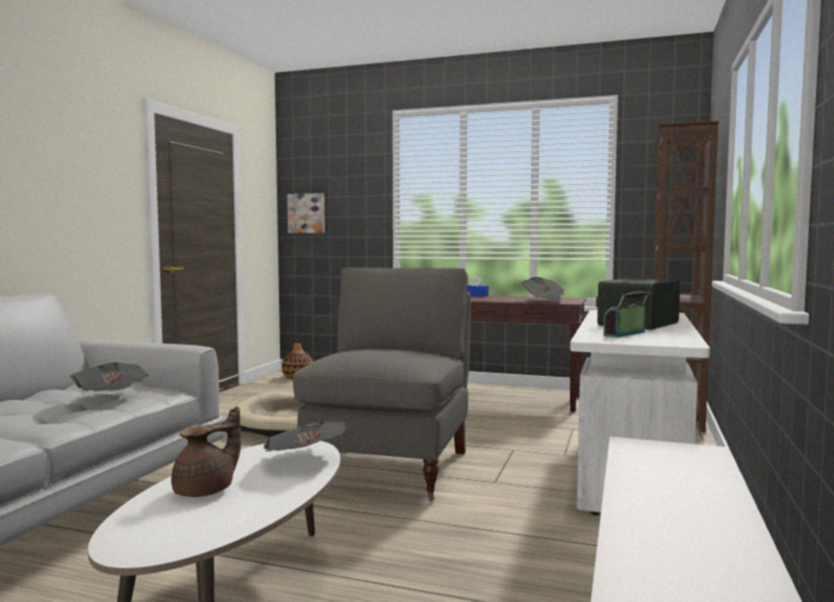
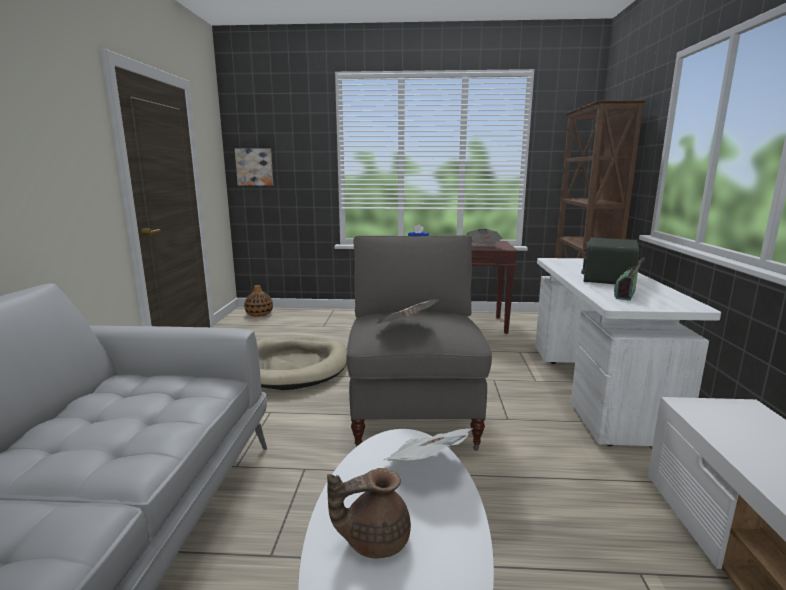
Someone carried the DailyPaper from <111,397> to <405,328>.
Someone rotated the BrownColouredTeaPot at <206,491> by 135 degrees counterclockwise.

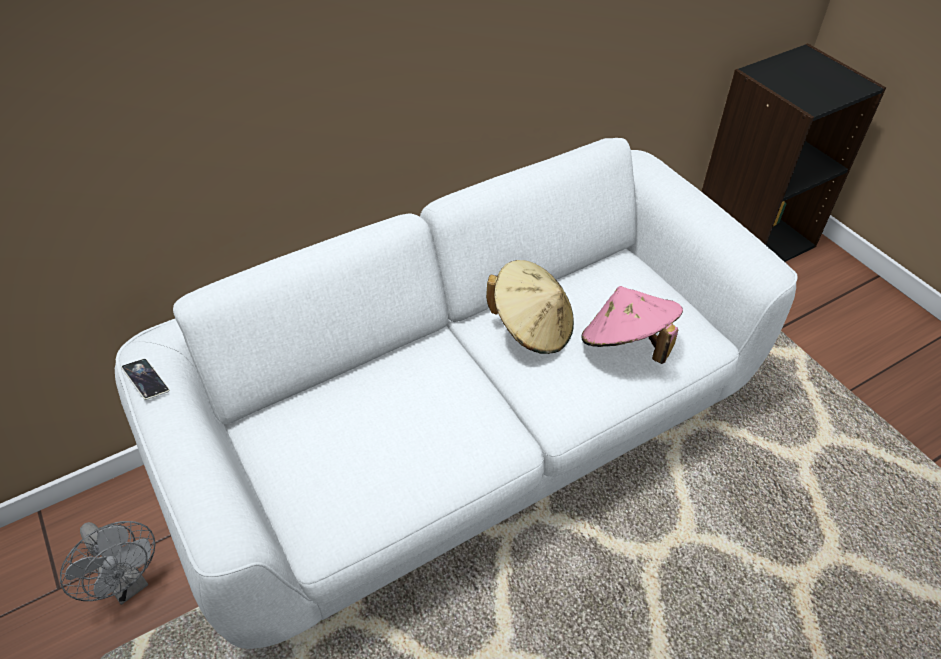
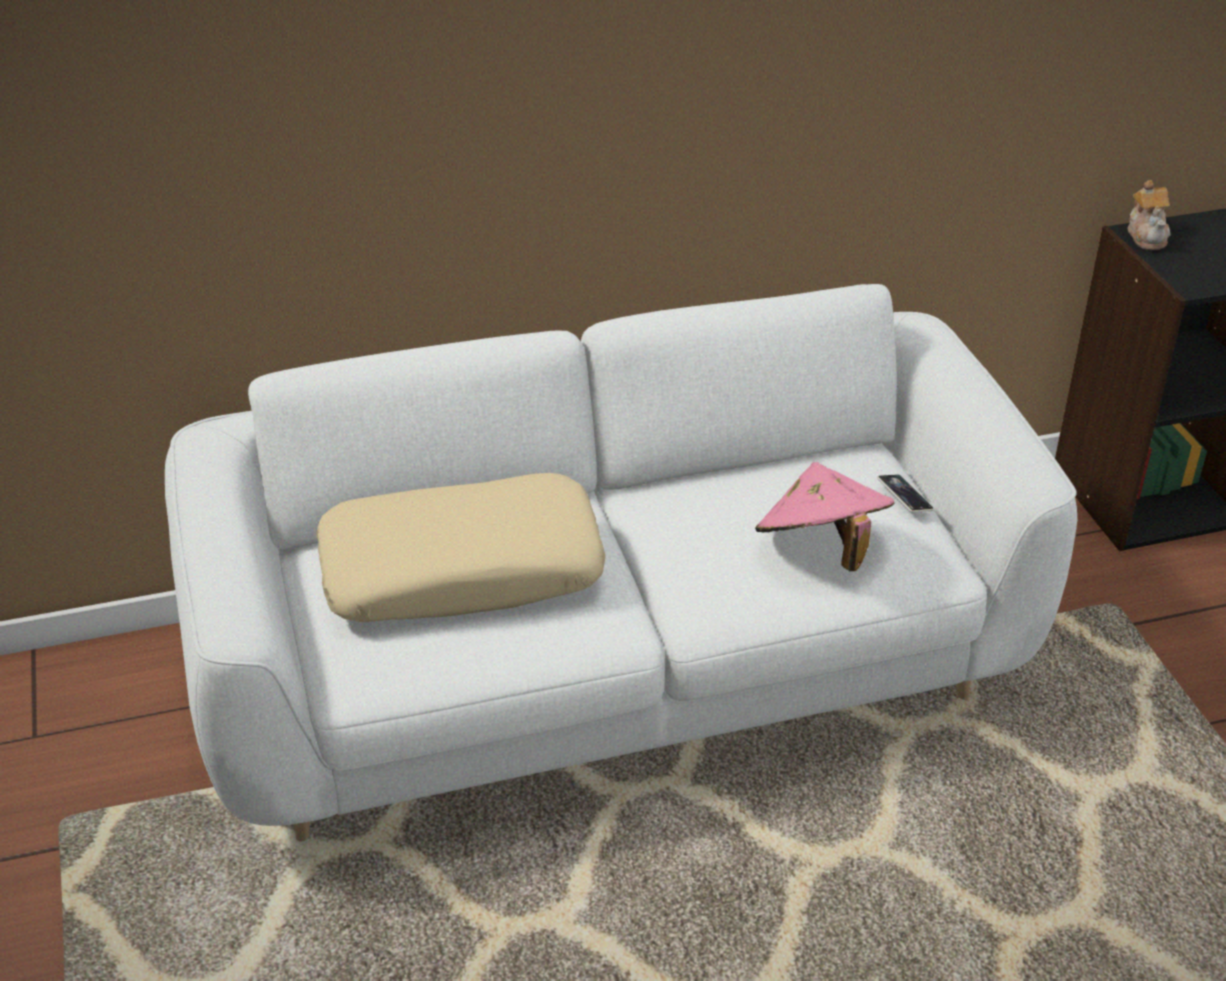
Someone took away the GreyishElectricFan at <128,583>.
Someone took away the BeigeColouredClothingHat at <532,327>.
Someone put down the BeigeColouredCushion at <462,570>.
Someone put down the TeaPot at <1147,236>.
Someone carried the Phone from <146,381> to <904,497>.

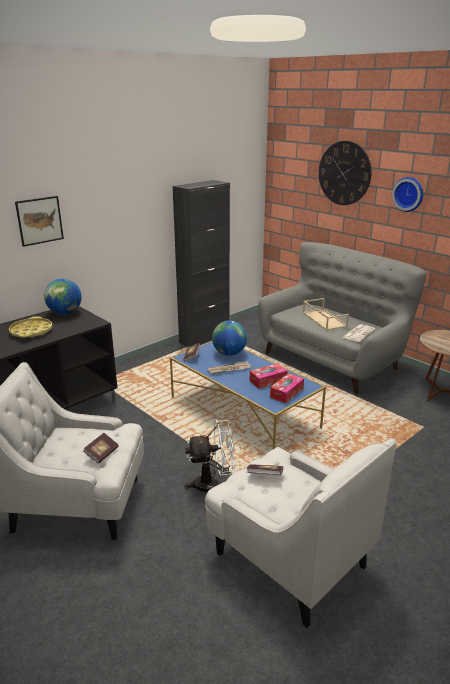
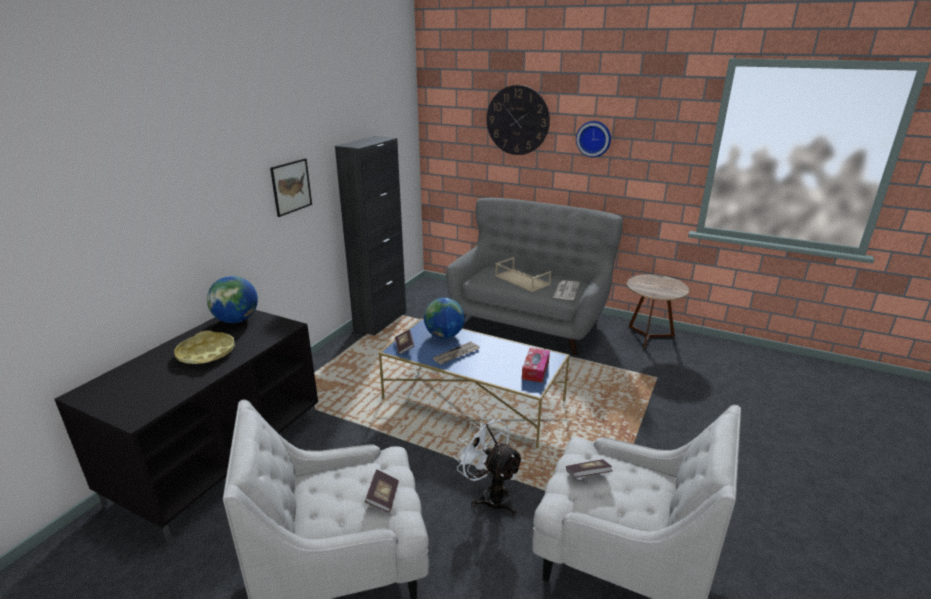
Someone took away the BoxOfTissues at <268,380>.
Someone carried the WallPicture from <39,220> to <291,187>.
Someone rotated the WhiteElectricFan at <213,484> by 105 degrees counterclockwise.

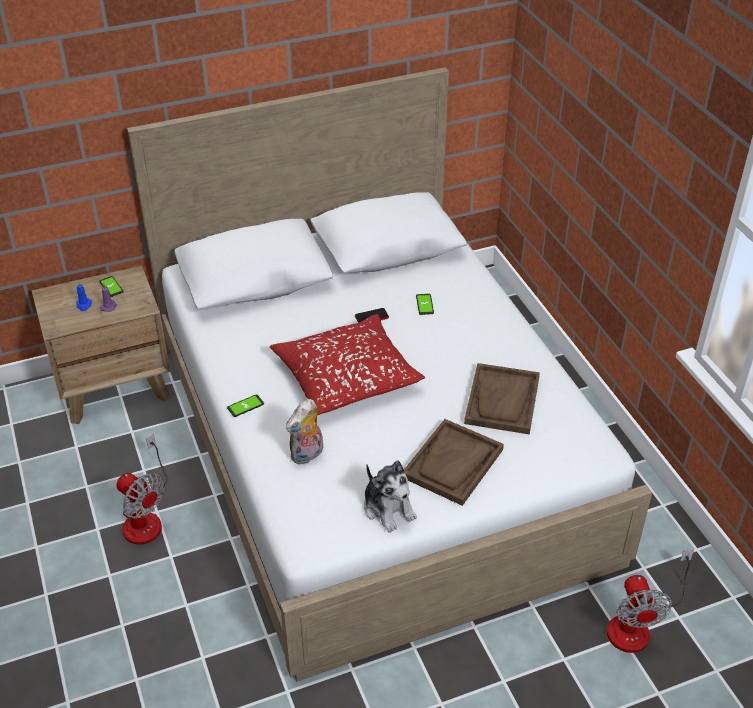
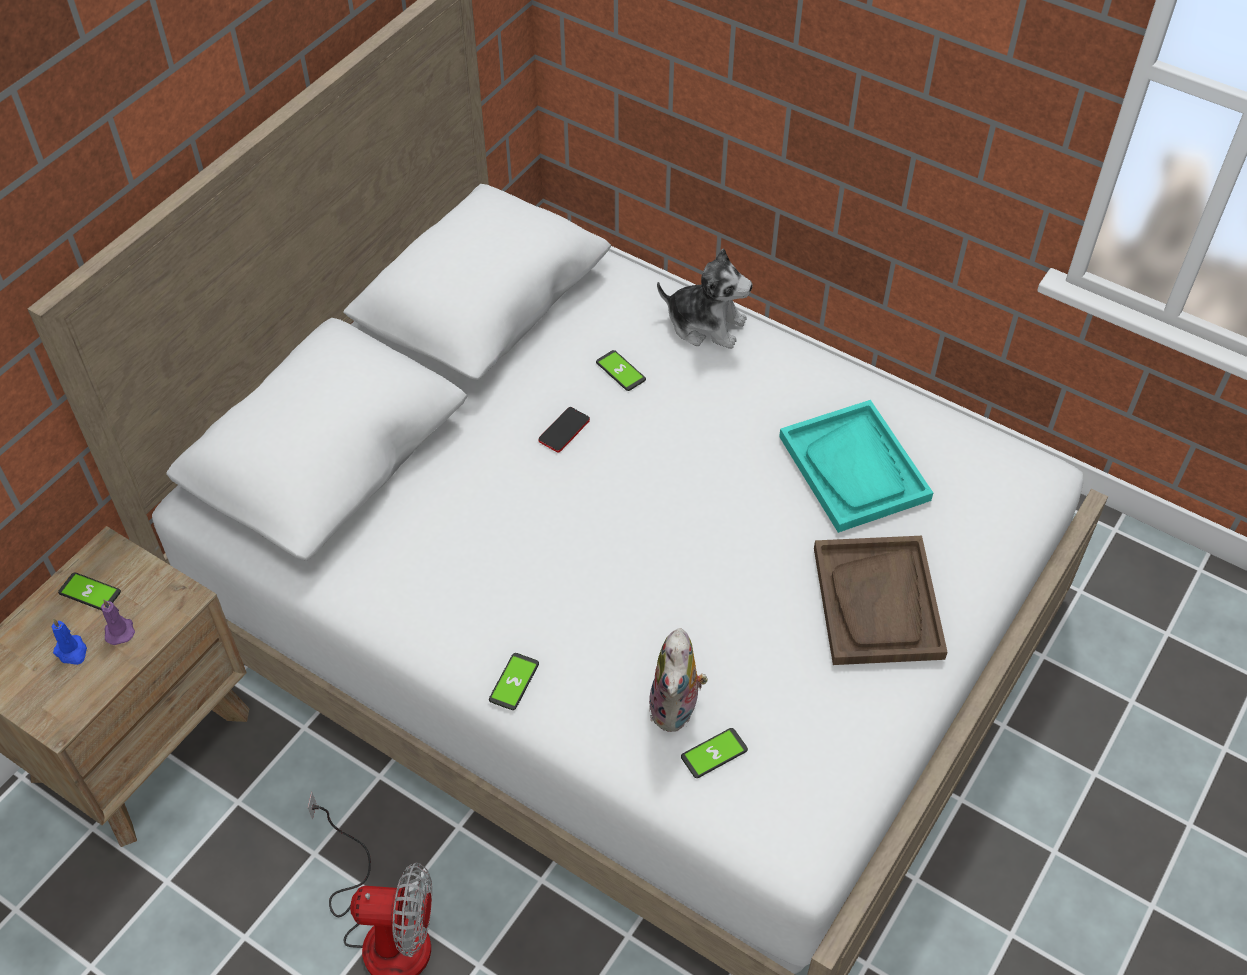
Someone took away the RedCushion at <346,377>.
Someone took away the ElectricFan at <638,624>.
Someone put down the Phone at <714,753>.
Someone carried the CuddlyToy from <388,508> to <706,324>.
Someone repainted the BrownColouredServingTray at <502,400>, which became the TurquoiseServingTray at <854,468>.

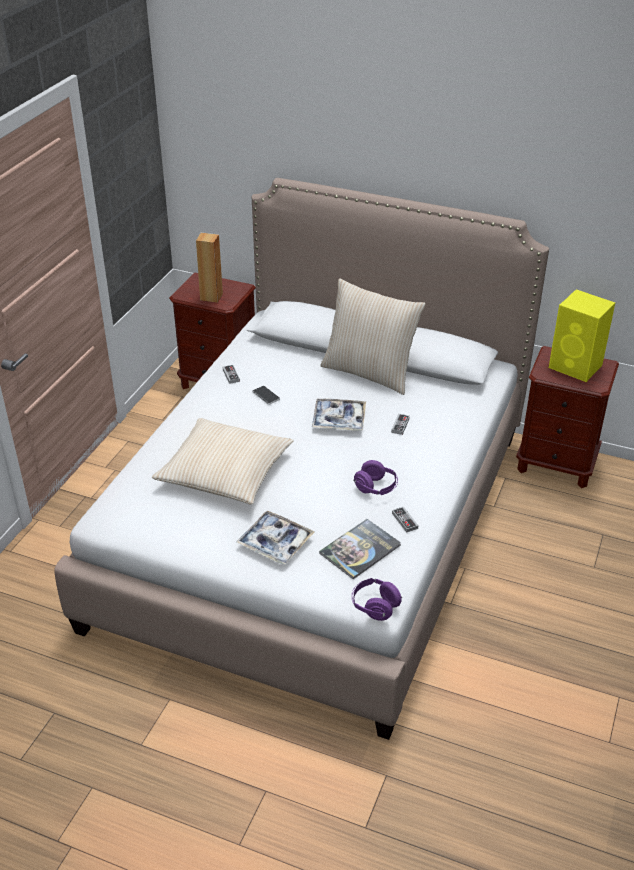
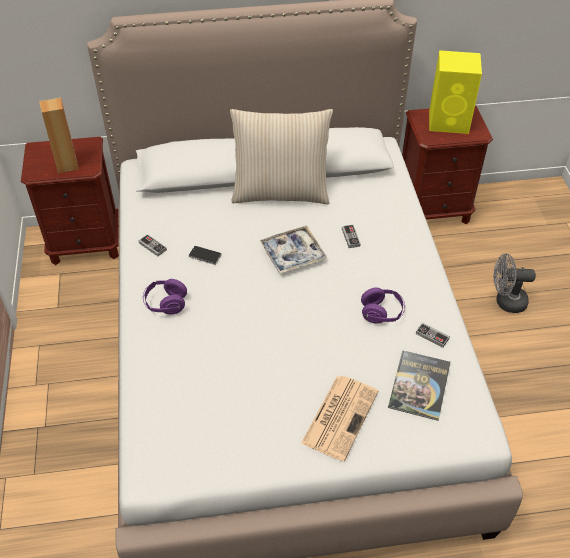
Someone took away the BeigeColouredCushion at <225,472>.
Someone put down the GreyishElectricFan at <505,301>.
Someone carried the PurplishPairOfHeadphones from <375,606> to <166,304>.
Someone swapped the ServingTray at <275,543> for the DailyPaper at <340,416>.

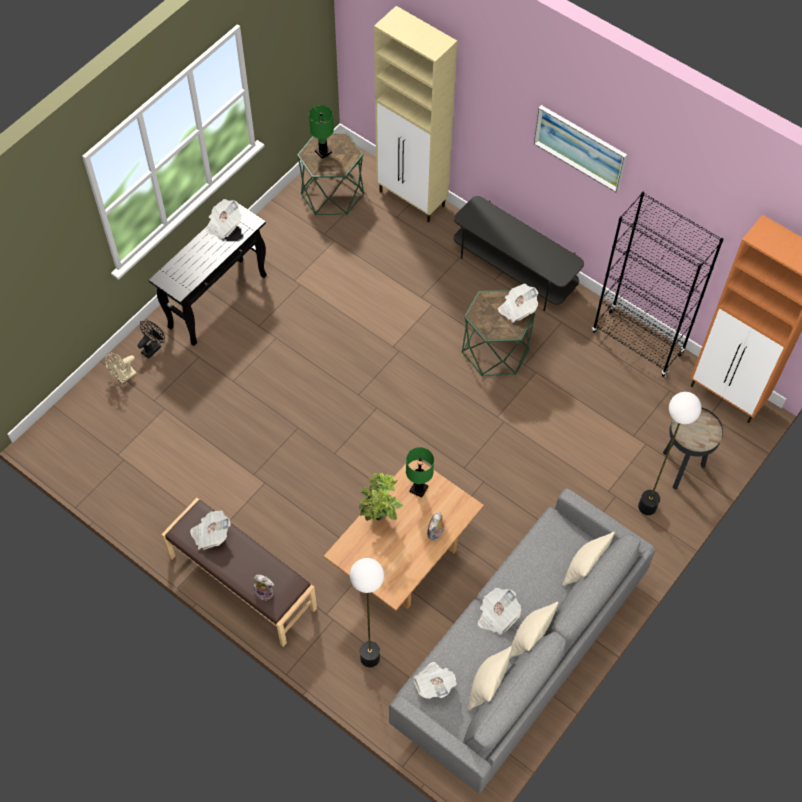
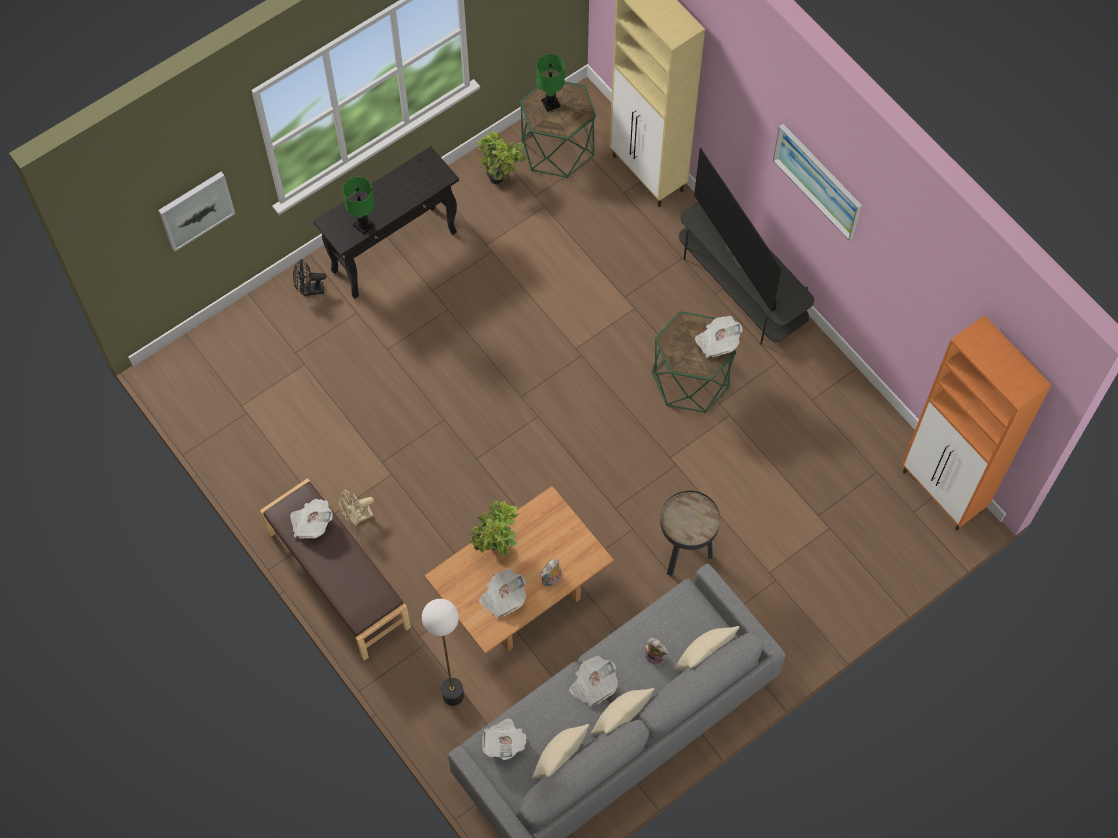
Someone took away the BlackBookcase at <637,343>.
Someone took away the StandingLamp at <647,507>.
Someone put up the WallPicture at <196,210>.
Someone put down the PottedPlant at <501,178>.
Someone put down the TvSet at <740,253>.
Someone carried the BeigeColouredElectricFan from <123,377> to <357,517>.
Someone carried the DailyPaper from <223,225> to <502,598>.
Someone carried the CuddlyToy from <265,592> to <655,655>.
Someone carried the GreenishTabletopLamp from <419,489> to <364,225>.
Someone carried the BlackEndTable from <681,468> to <685,554>.
Someone rotated the BlackElectricFan at <153,347> by 150 degrees counterclockwise.

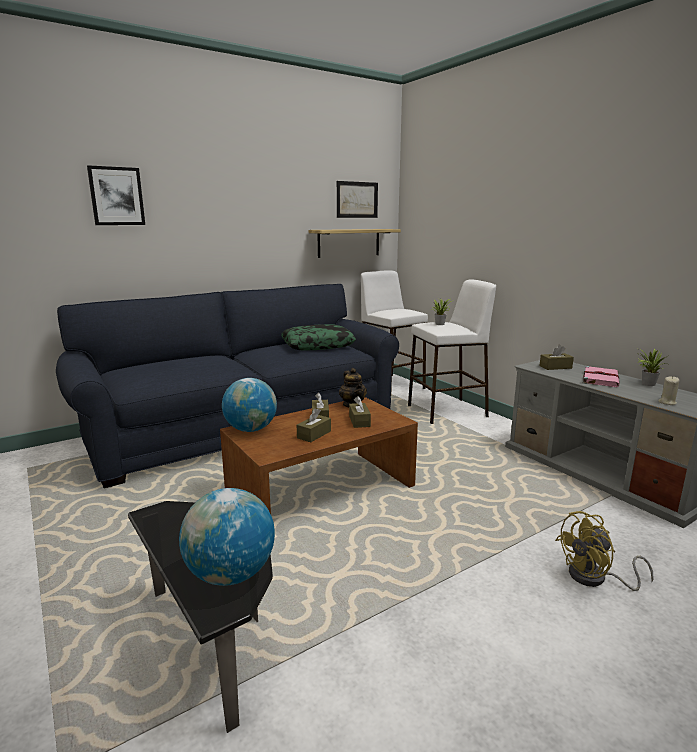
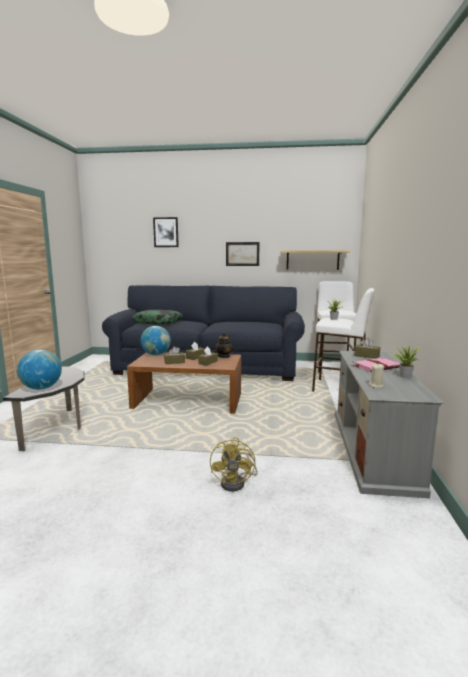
Someone carried the Cushion from <318,345> to <158,322>.
Someone carried the WallPicture from <357,200> to <242,254>.
Someone rotated the YellowElectricFan at <595,578> by 105 degrees counterclockwise.

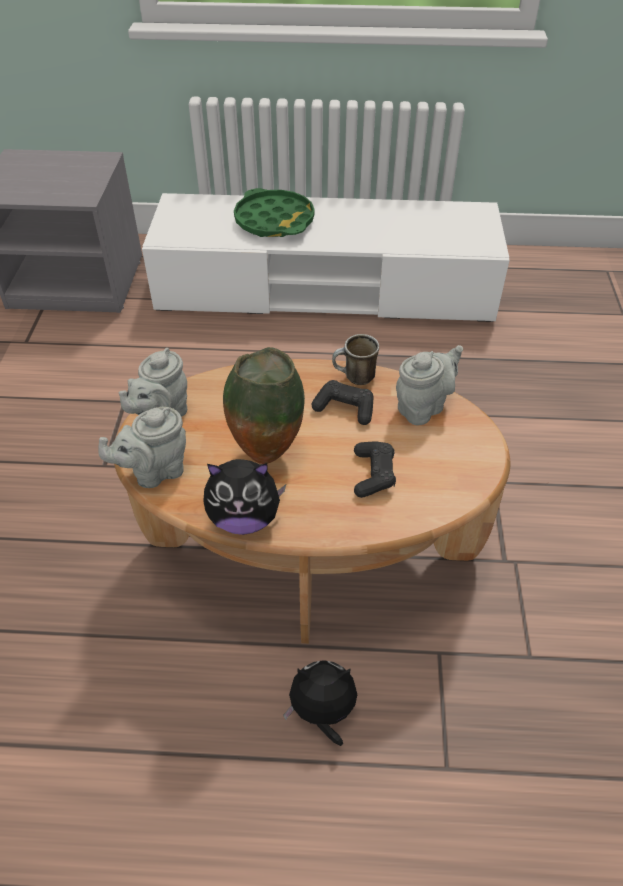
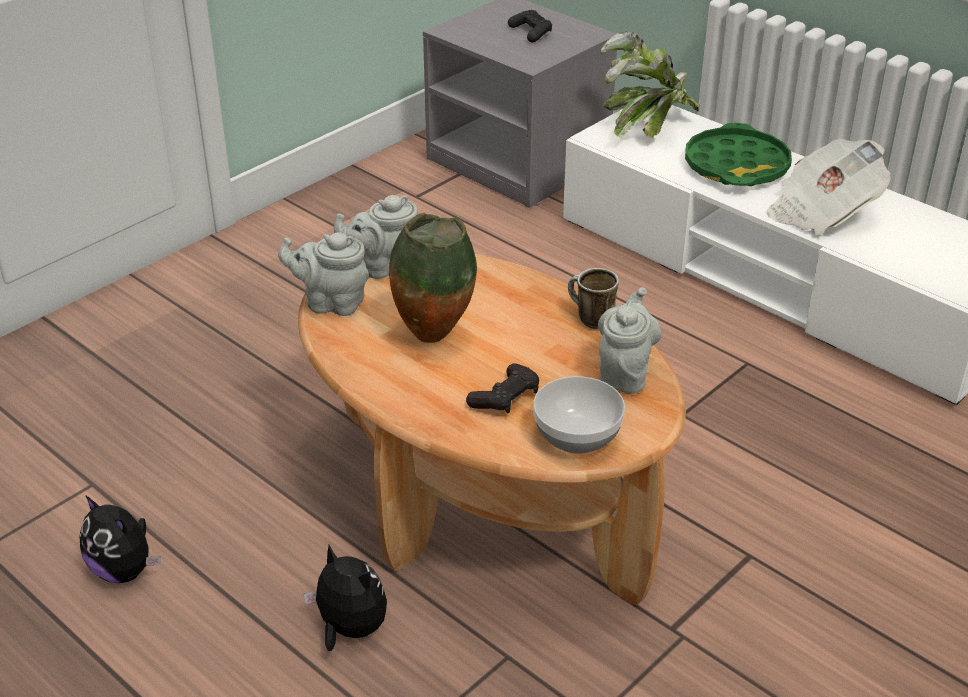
Someone put down the DeepDish at <578,435>.
Someone put down the PottedPlant at <647,127>.
Someone put down the DailyPaper at <822,212>.
Someone carried the CuddlyToy from <244,519> to <124,570>.
Someone carried the BlackJoypad from <345,408> to <531,32>.
Someone rotated the GreyishTeaPot at <423,407> by 75 degrees counterclockwise.

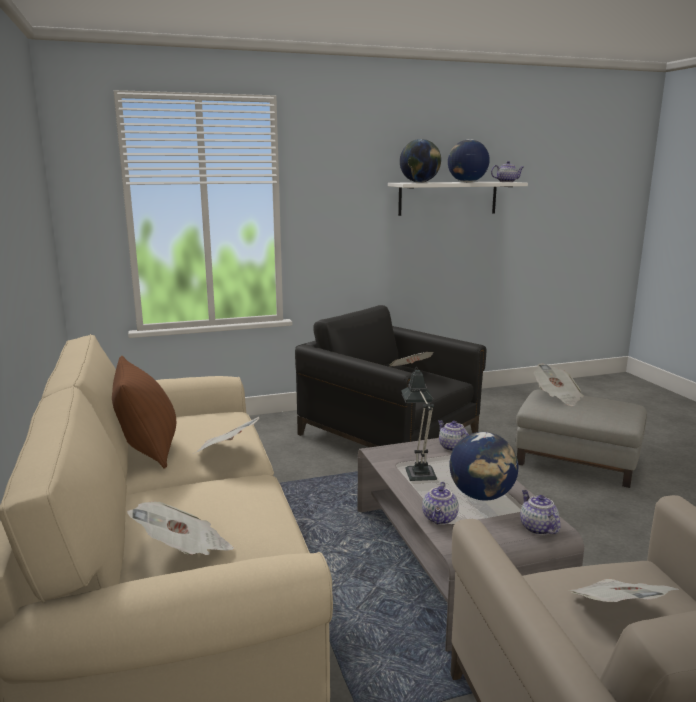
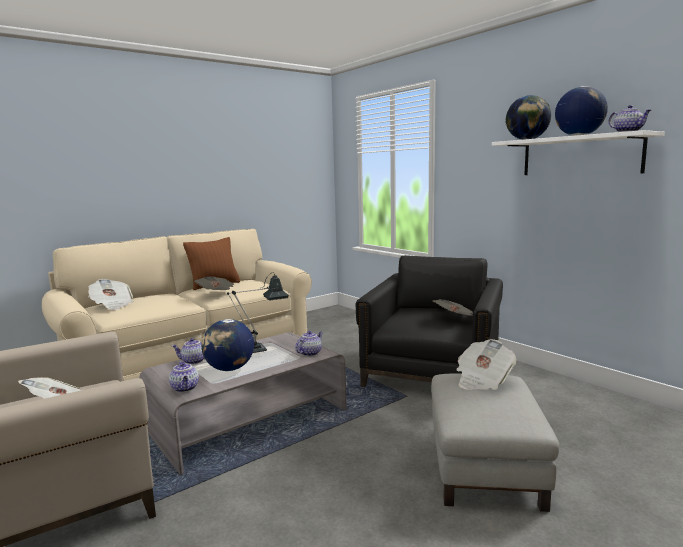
Someone rotated the TeaPot at <537,528> by 105 degrees clockwise.

